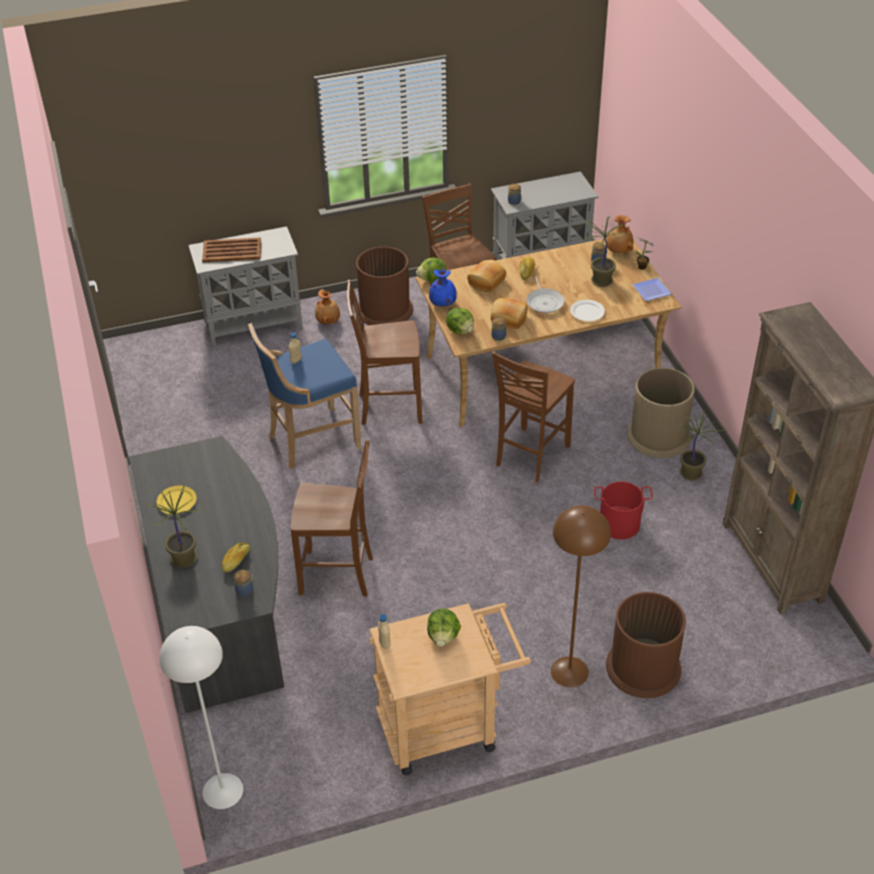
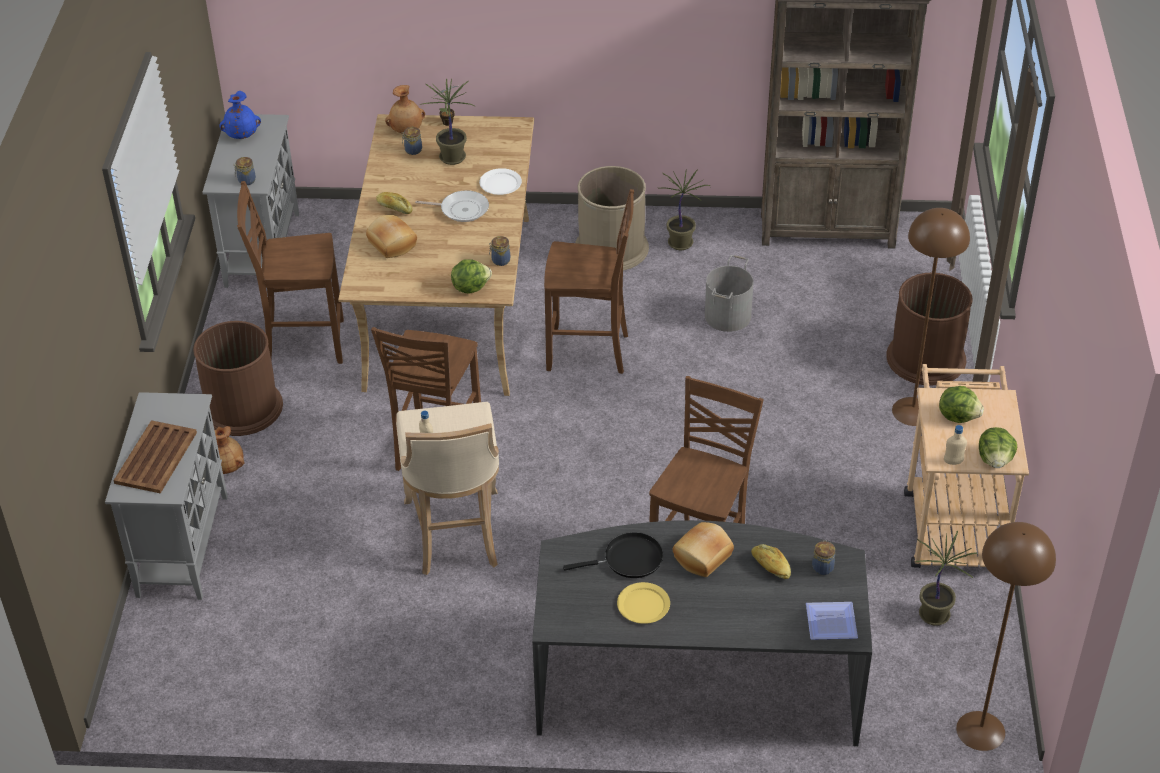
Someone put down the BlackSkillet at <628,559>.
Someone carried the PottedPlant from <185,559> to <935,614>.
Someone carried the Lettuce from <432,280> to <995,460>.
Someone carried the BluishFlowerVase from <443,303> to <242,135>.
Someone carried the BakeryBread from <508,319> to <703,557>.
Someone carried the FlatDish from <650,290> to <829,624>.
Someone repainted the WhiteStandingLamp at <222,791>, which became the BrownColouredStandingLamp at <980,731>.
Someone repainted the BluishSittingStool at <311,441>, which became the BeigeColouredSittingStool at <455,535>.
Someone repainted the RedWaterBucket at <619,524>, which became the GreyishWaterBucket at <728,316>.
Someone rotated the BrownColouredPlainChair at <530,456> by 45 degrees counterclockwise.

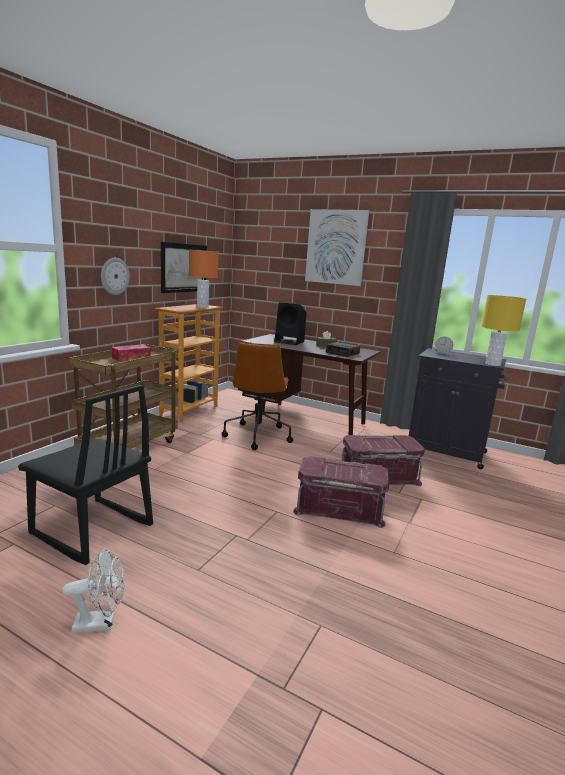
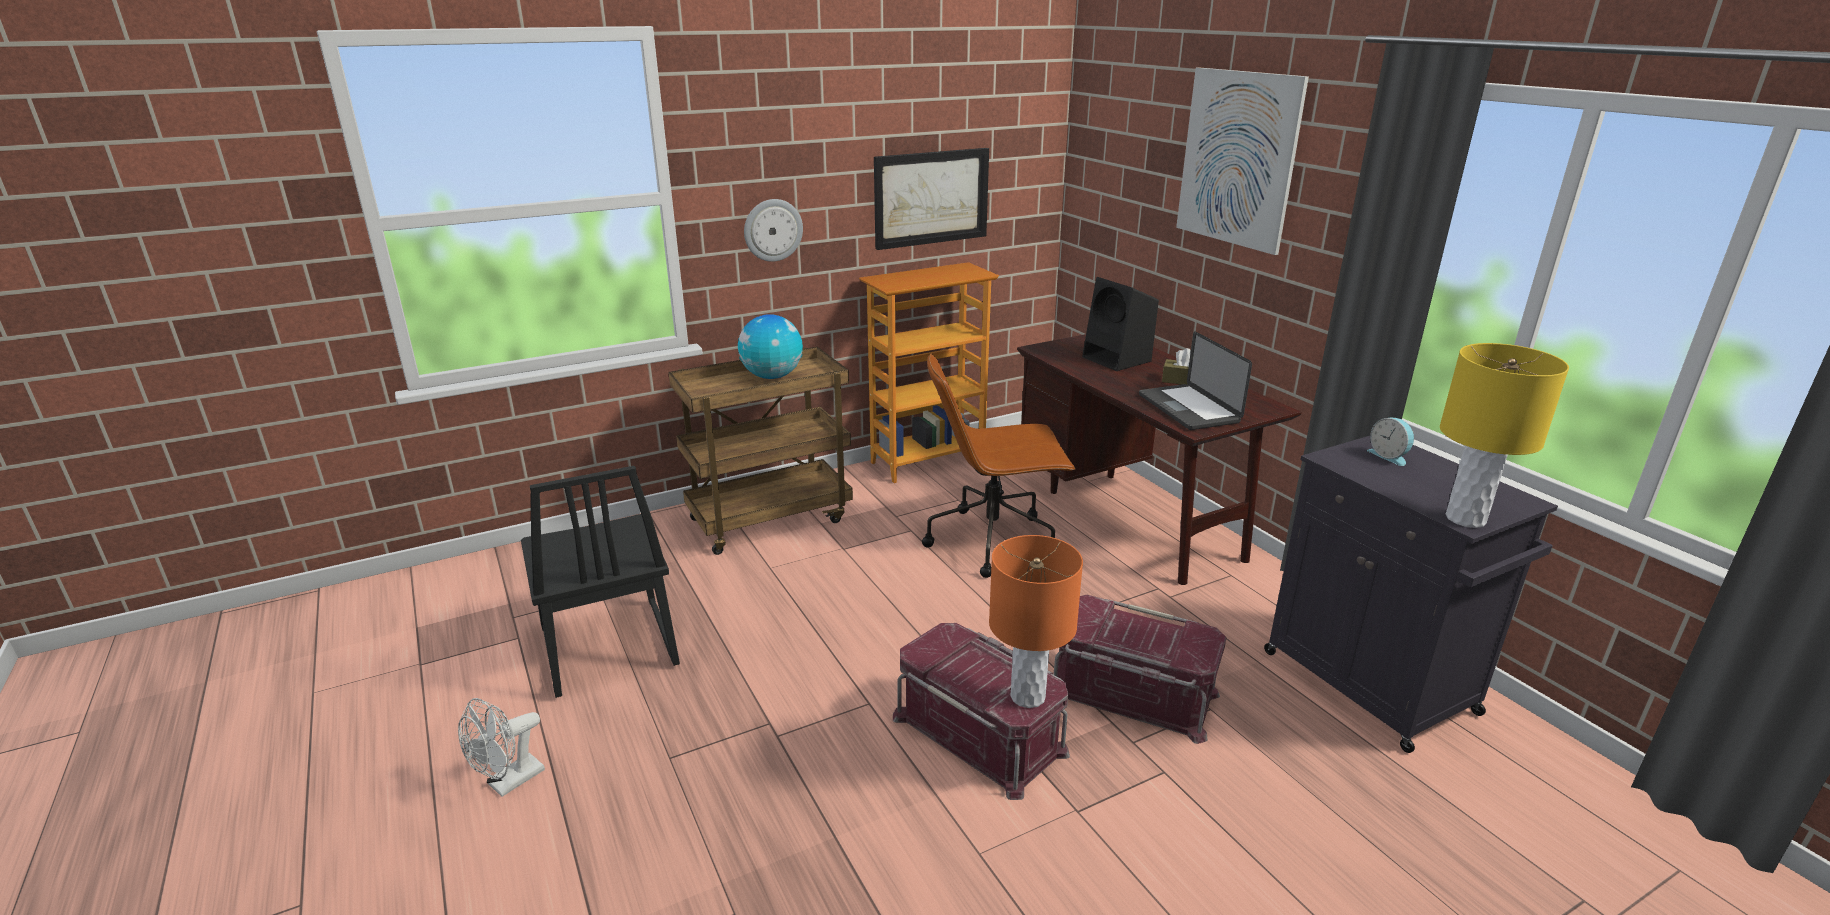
Someone carried the OrangeTabletopLamp from <203,307> to <1028,696>.
Someone swapped the BoxOfTissues at <131,358> for the DeskGlobe at <772,376>.
Someone swapped the AlarmClock at <343,353> for the Laptop at <1188,408>.
Someone rotated the WhiteElectricFan at <100,623> by 105 degrees clockwise.
Someone rotated the BrownColouredDeskChair at <257,435> by 45 degrees clockwise.

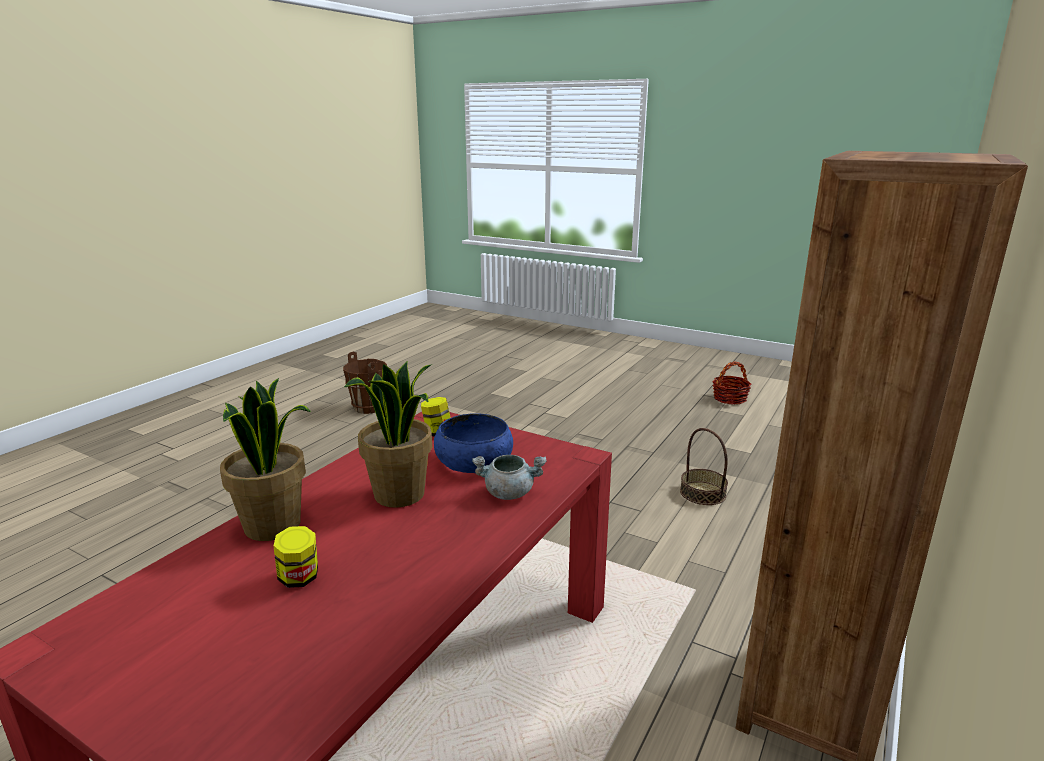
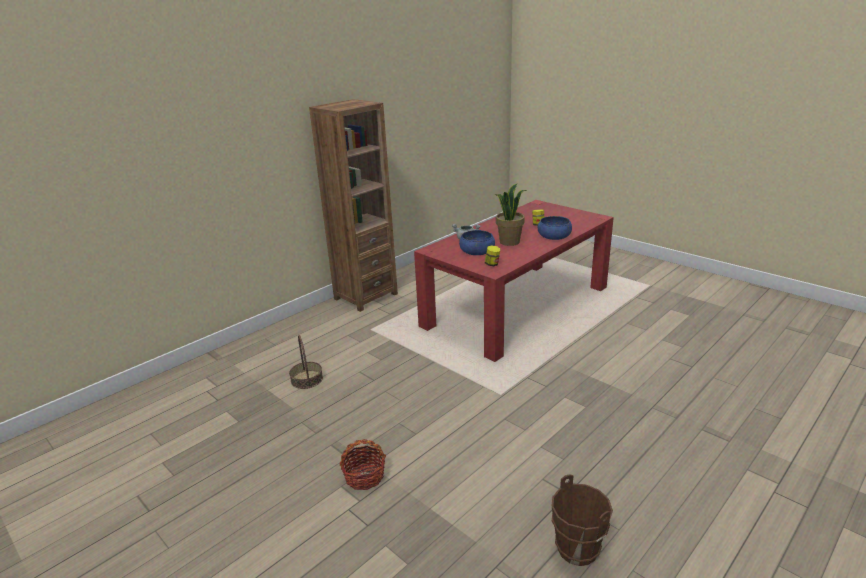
Someone carried the HouseholdBasket from <729,398> to <364,476>.
Someone swapped the PottedPlant at <274,526> for the BluishDeepDish at <554,236>.

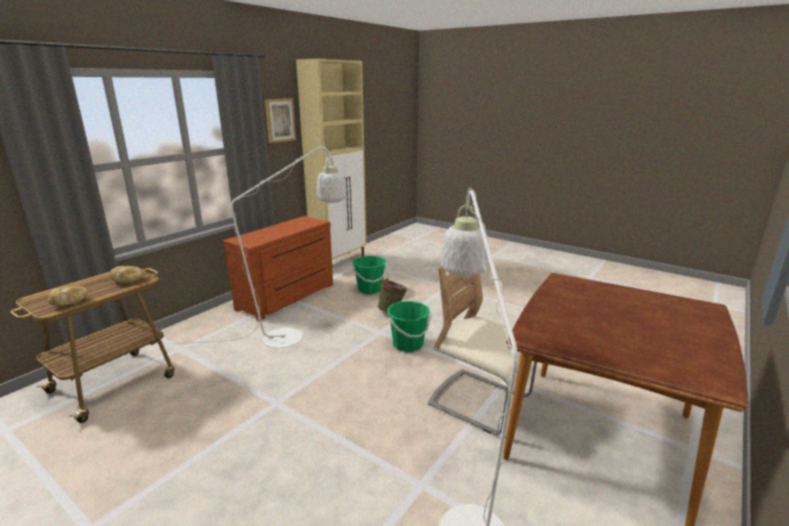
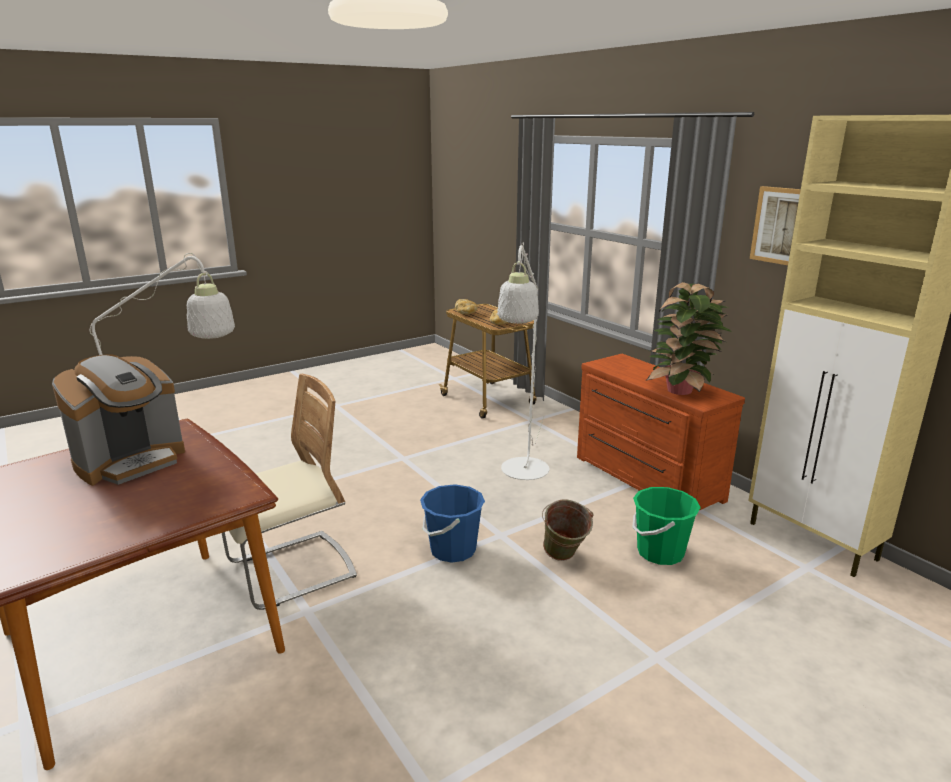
Someone put down the CoffeeMaker at <131,462>.
Someone put down the PottedPlant at <682,390>.
Someone repainted the GreenishWaterBucket at <408,344>, which became the BluishWaterBucket at <452,550>.

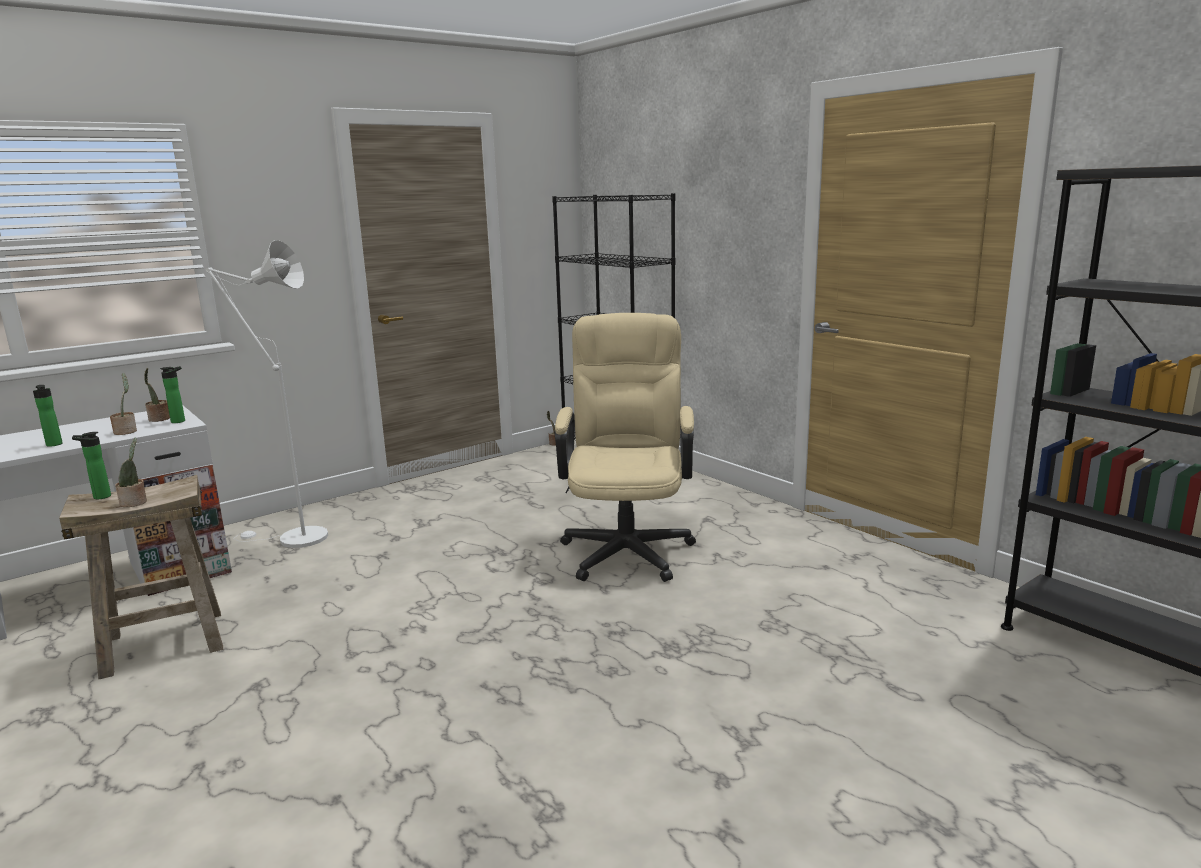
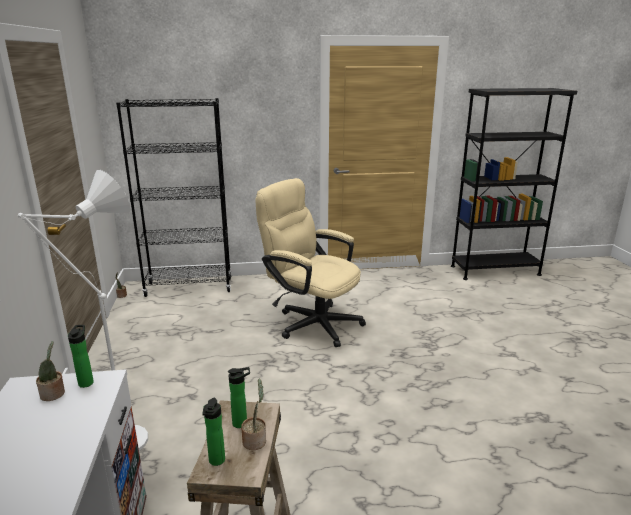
Someone took away the PottedPlant at <126,431>.
Someone carried the BeverageBottle from <55,445> to <242,423>.

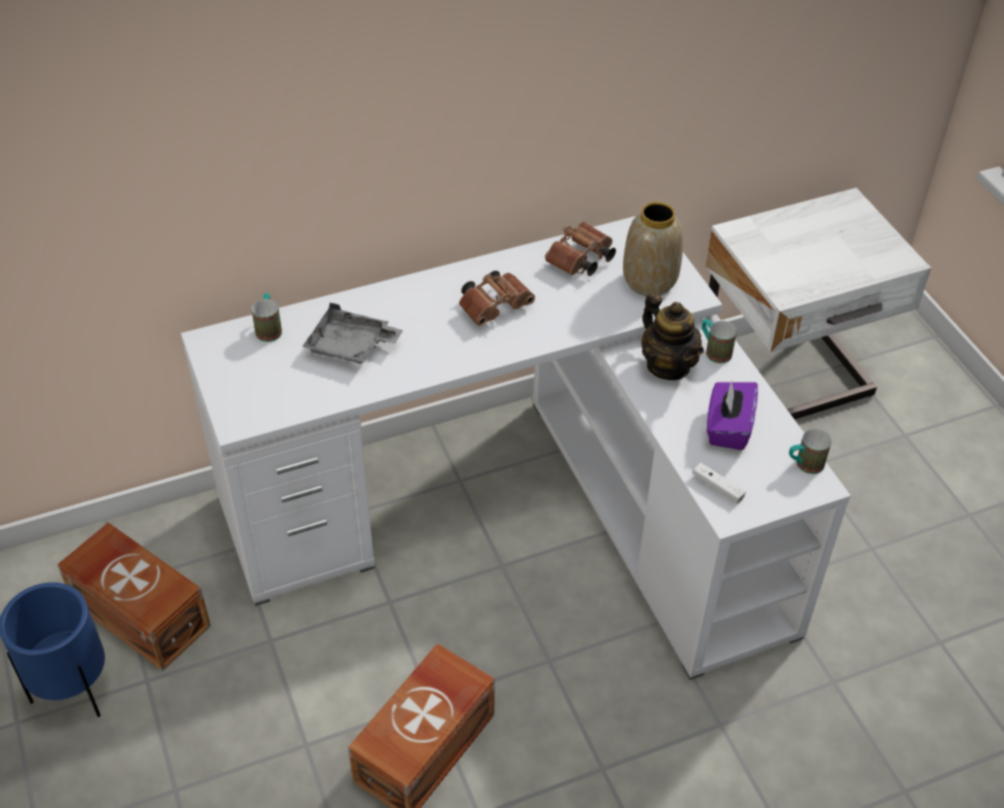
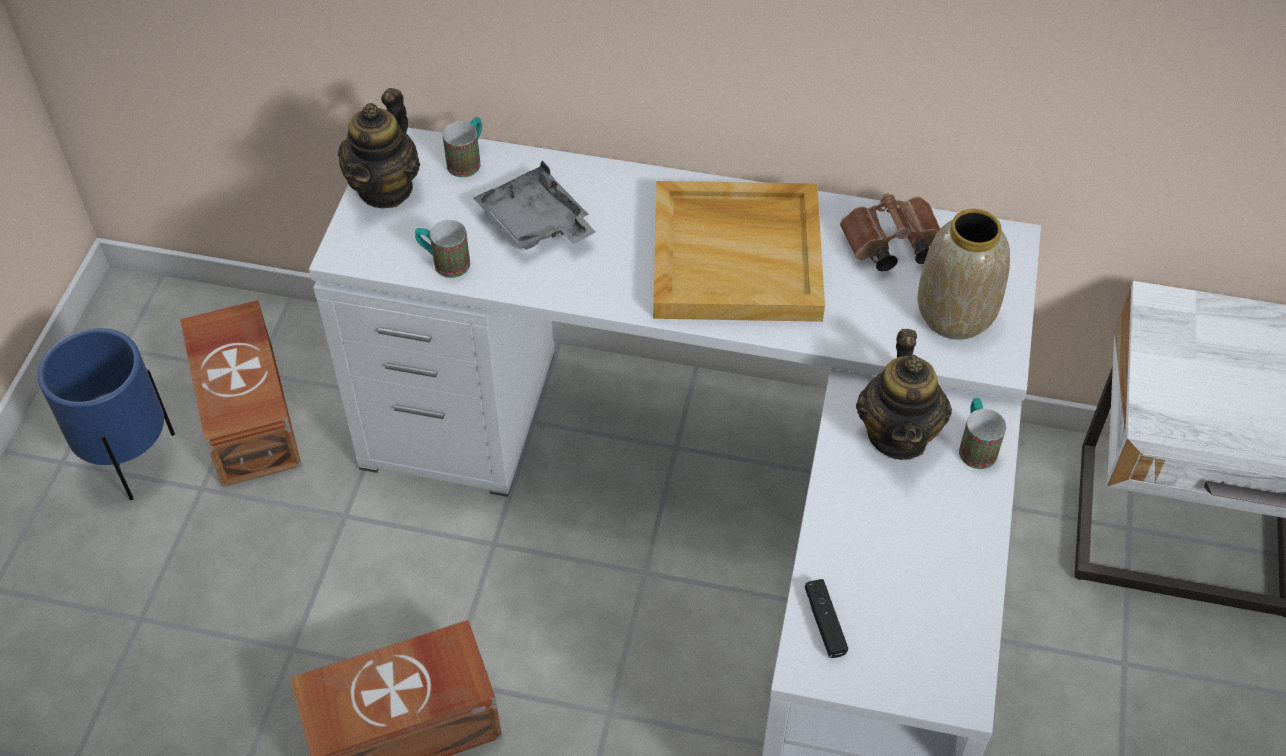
Someone took away the PurplishBoxOfTissues at <728,428>.
Someone put down the TeaPot at <385,188>.
Someone carried the CoffeeMug from <804,465> to <444,263>.
Someone swapped the BrownColouredPairOfBinoculars at <496,306> for the BeigeColouredServingTray at <738,256>.
Someone repainted the WhiteJoypad at <717,487>, which became the BlackJoypad at <825,623>.

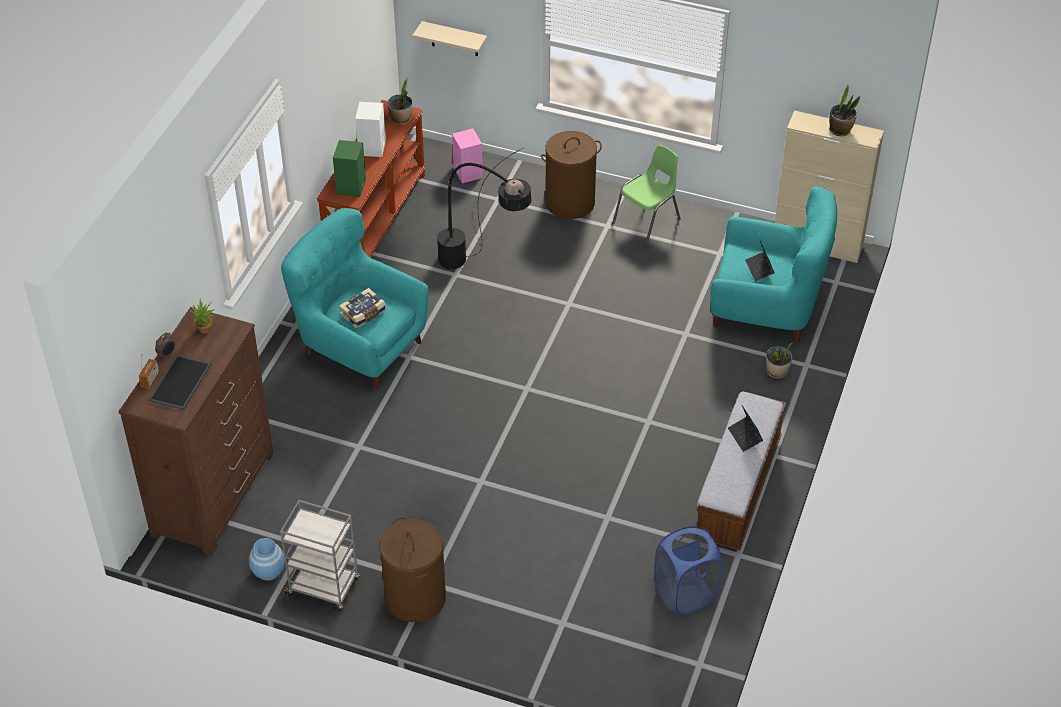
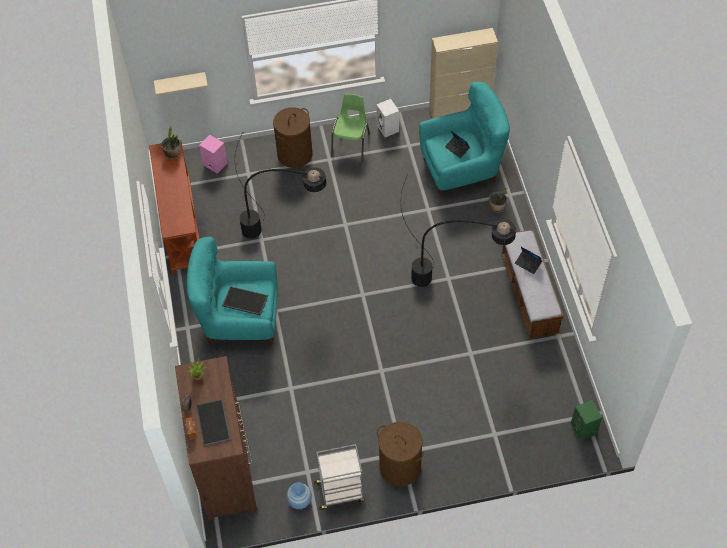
Someone took away the BluishHamper at <685,594>.
Someone took away the PottedPlant at <840,130>.
Someone put down the BlackStandingLamp at <448,276>.
Someone carried the GreenishSpeaker from <351,187> to <584,429>.
Someone carried the WhiteSpeaker from <372,148> to <388,128>.
Someone swapped the Volume at <363,314> for the ServingTray at <244,301>.

